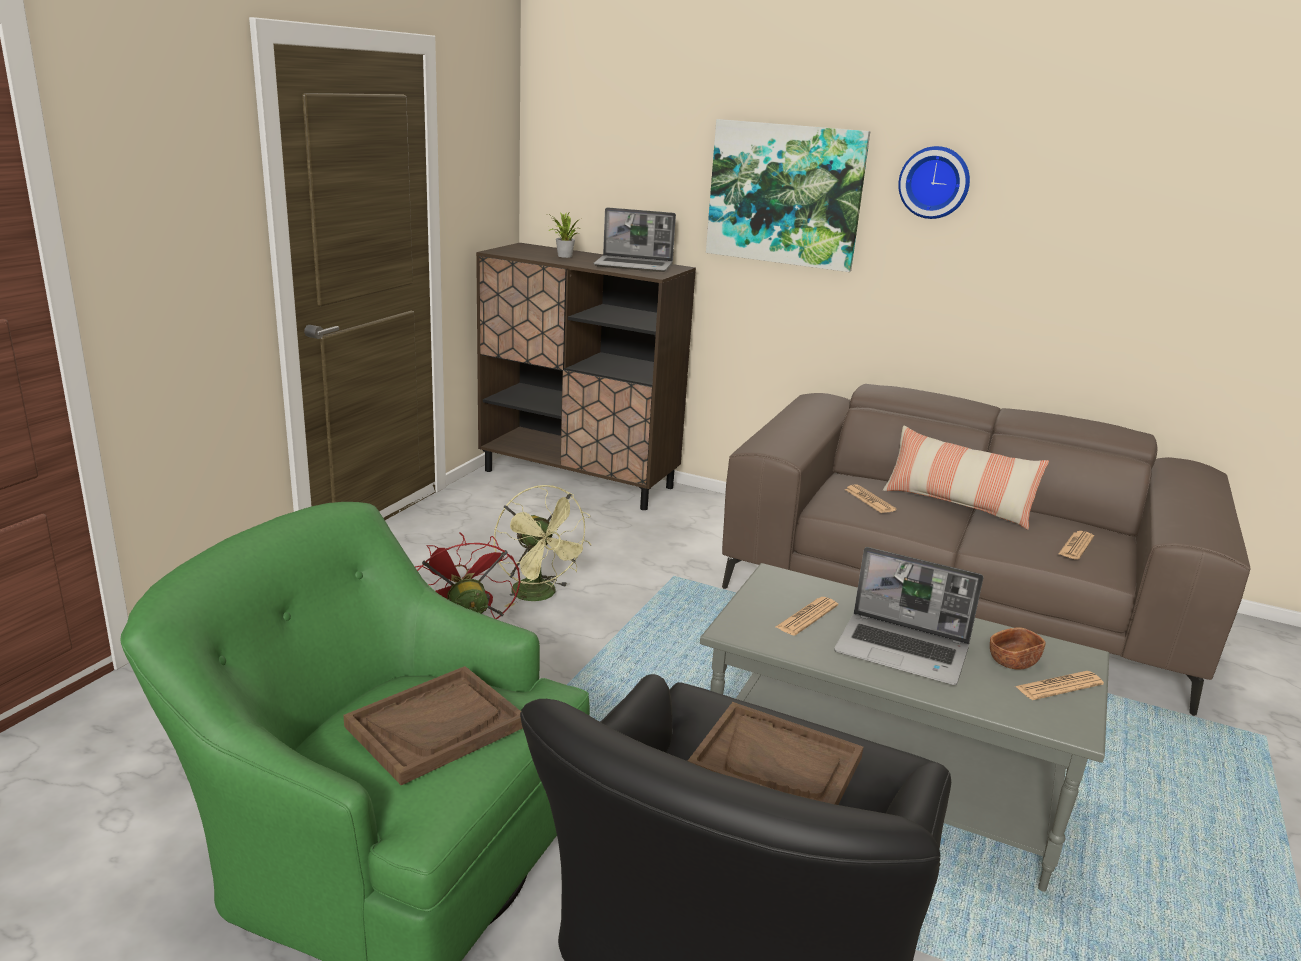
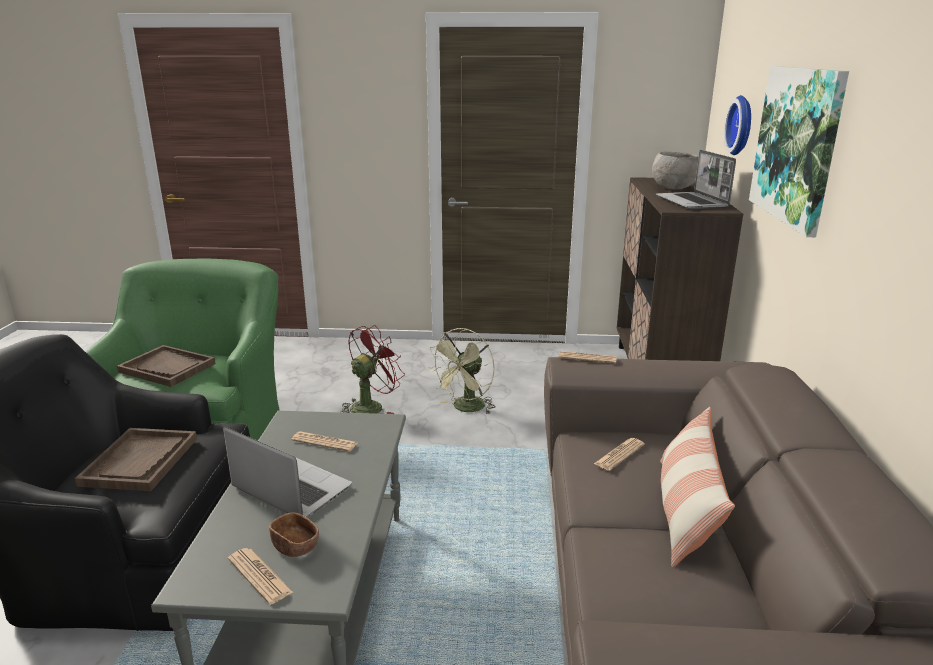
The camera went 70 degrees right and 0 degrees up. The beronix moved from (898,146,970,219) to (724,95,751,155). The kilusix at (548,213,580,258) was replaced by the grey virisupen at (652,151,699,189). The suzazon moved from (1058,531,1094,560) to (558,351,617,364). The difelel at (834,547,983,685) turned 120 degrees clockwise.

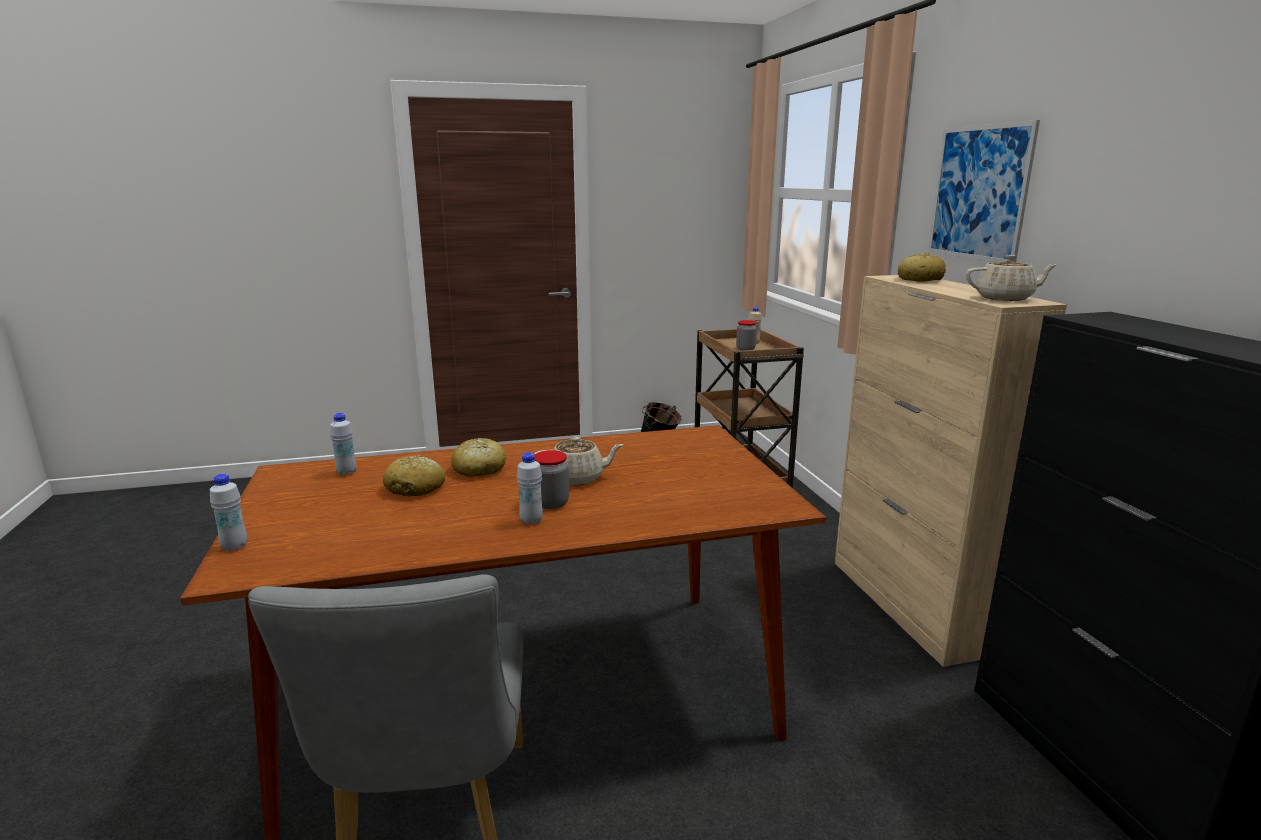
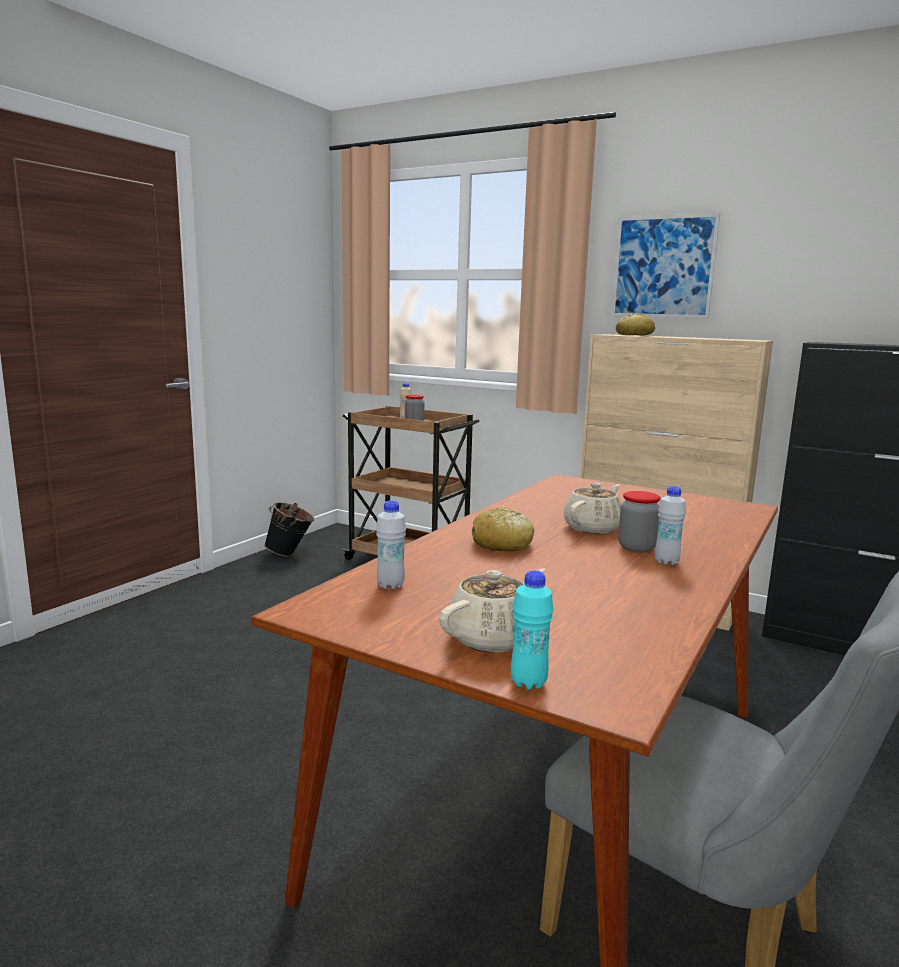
The camera went 45 degrees left and 5 degrees down. The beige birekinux moved from (965,255,1058,301) to (439,568,545,653). The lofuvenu at (383,455,445,497) disappeared. The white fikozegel at (210,474,247,551) became the turquoise fikozegel at (511,571,554,690).

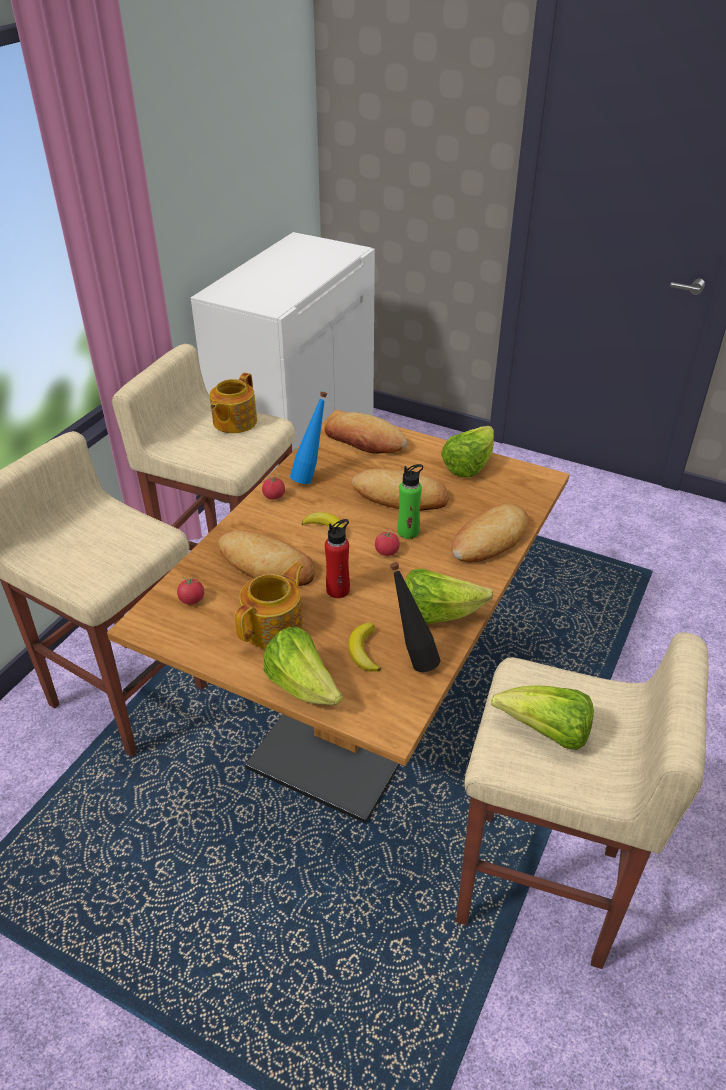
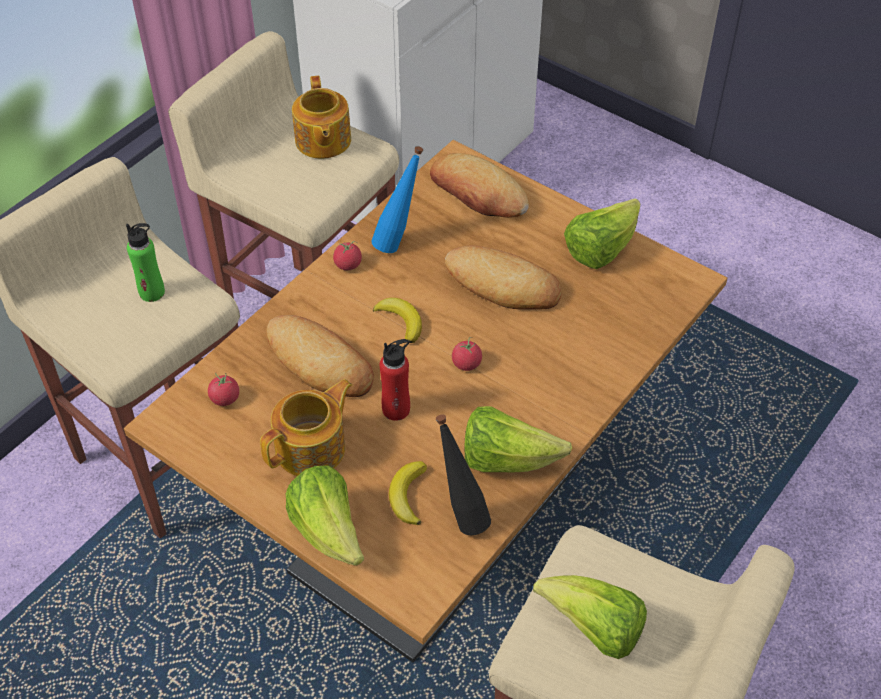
The camera went 10 degrees right and 10 degrees up. The birekinux at (210,373,257,433) turned 45 degrees counterclockwise. The green fikozegel moved from (398,464,423,539) to (126,223,165,302). The lofuvenu at (451,503,529,562) disappeared.

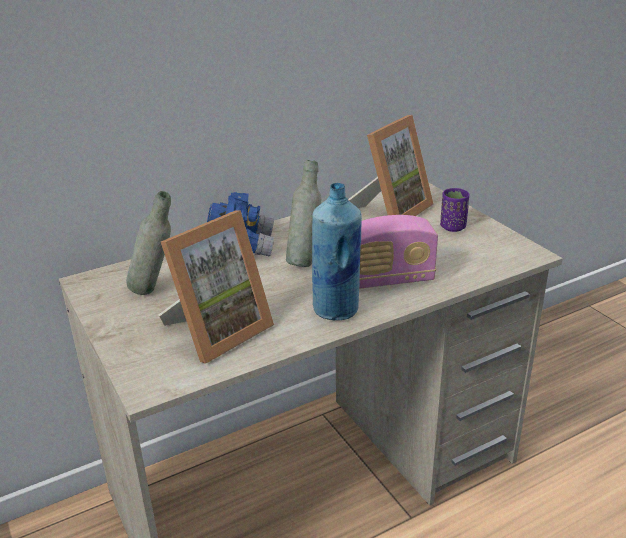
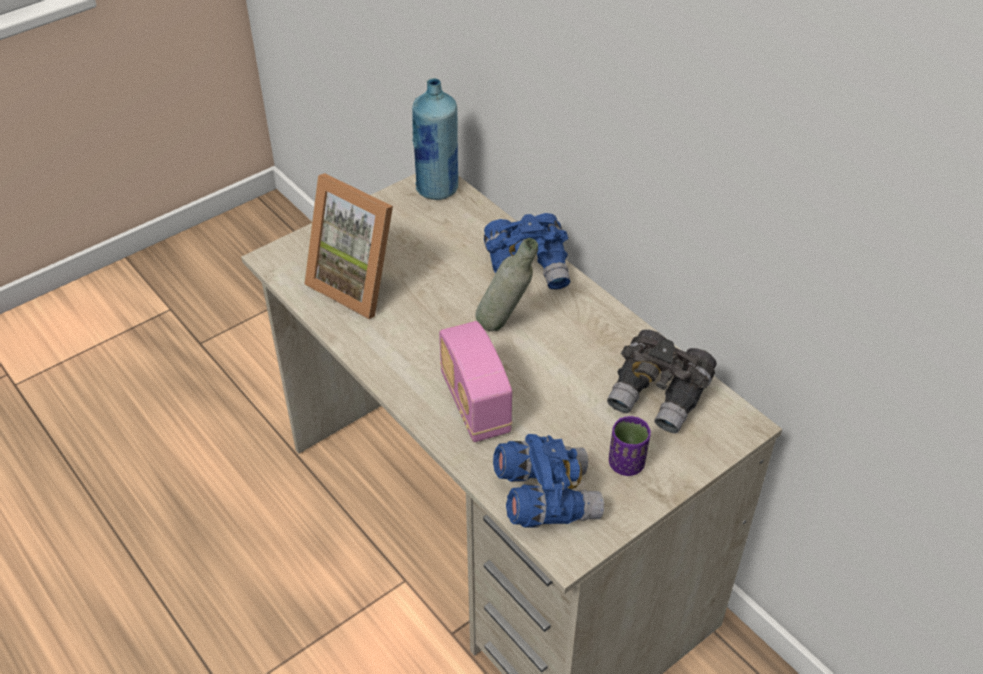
The camera went 80 degrees right and 15 degrees up. The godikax at (348,115,434,216) was replaced by the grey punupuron at (607,329,716,433). The blue fikozegel moved from (312,183,362,320) to (412,78,458,200). The grey fikozegel at (126,191,171,295) disappeared. The blue punupuron at (493,434,604,527) appeared.

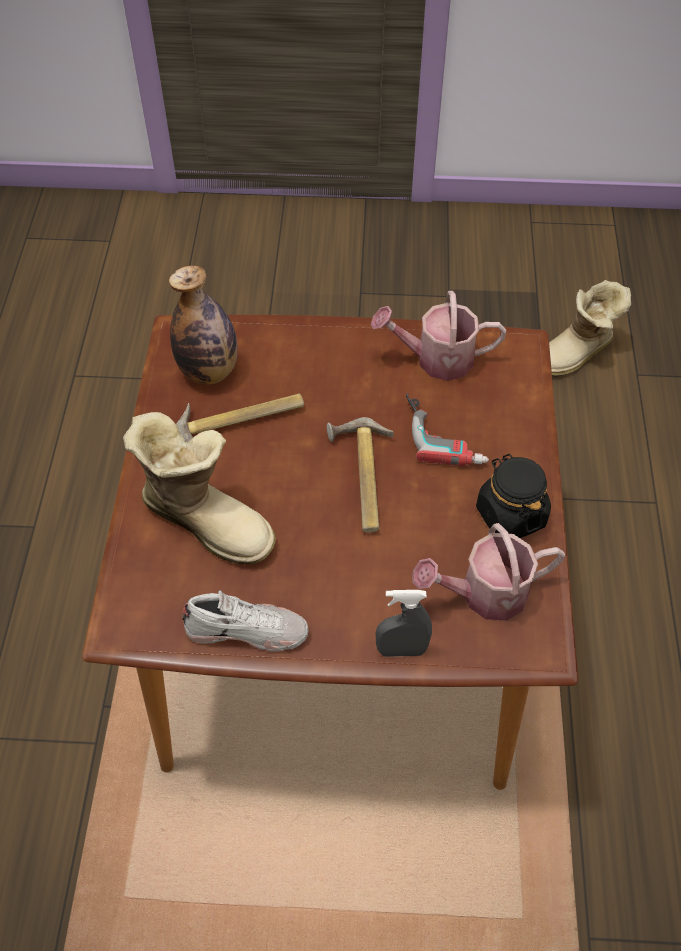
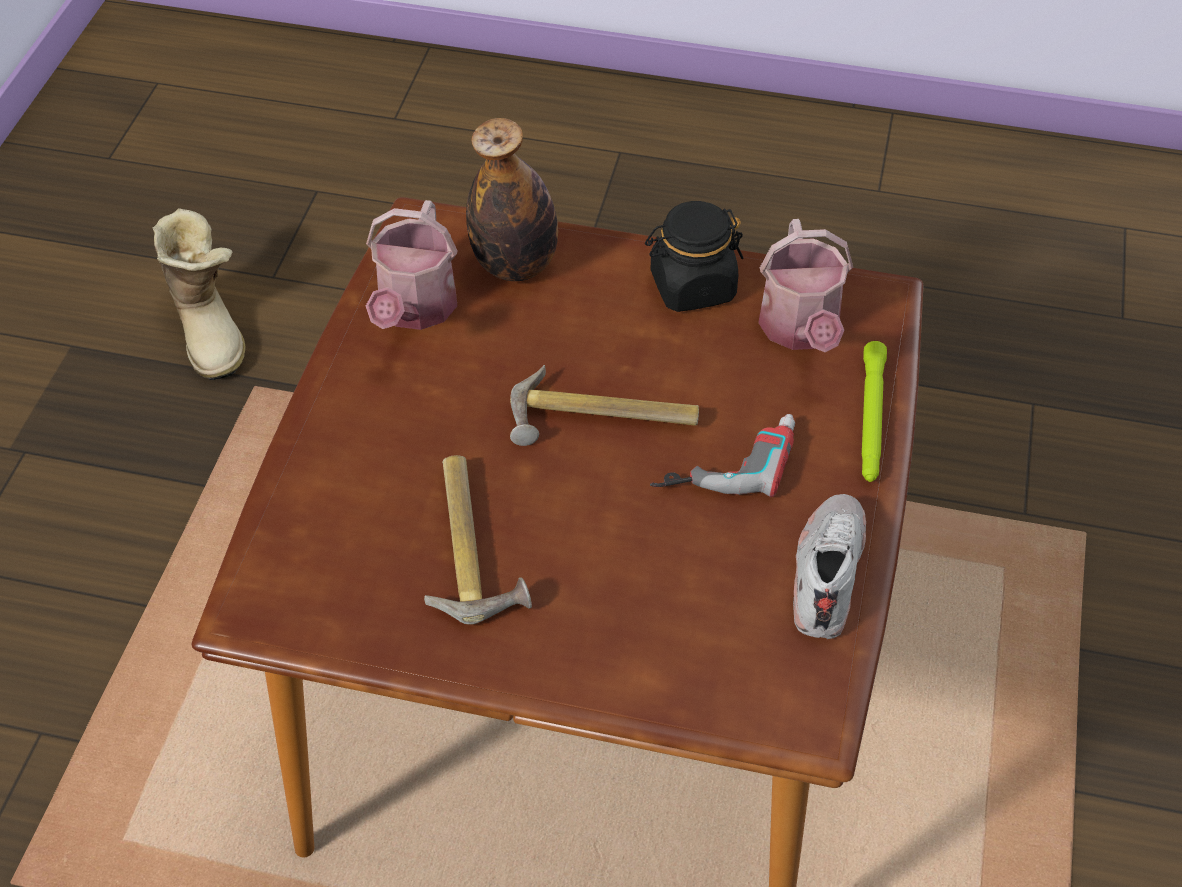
The camera went 80 degrees left and 5 degrees down. The fikozegel moved from (169,265,237,385) to (466,118,558,281). The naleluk moved from (406,393,489,466) to (650,414,795,497). The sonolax at (123,412,276,564) disappeared. The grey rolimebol at (376,590,432,657) was replaced by the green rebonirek at (862,341,887,482).

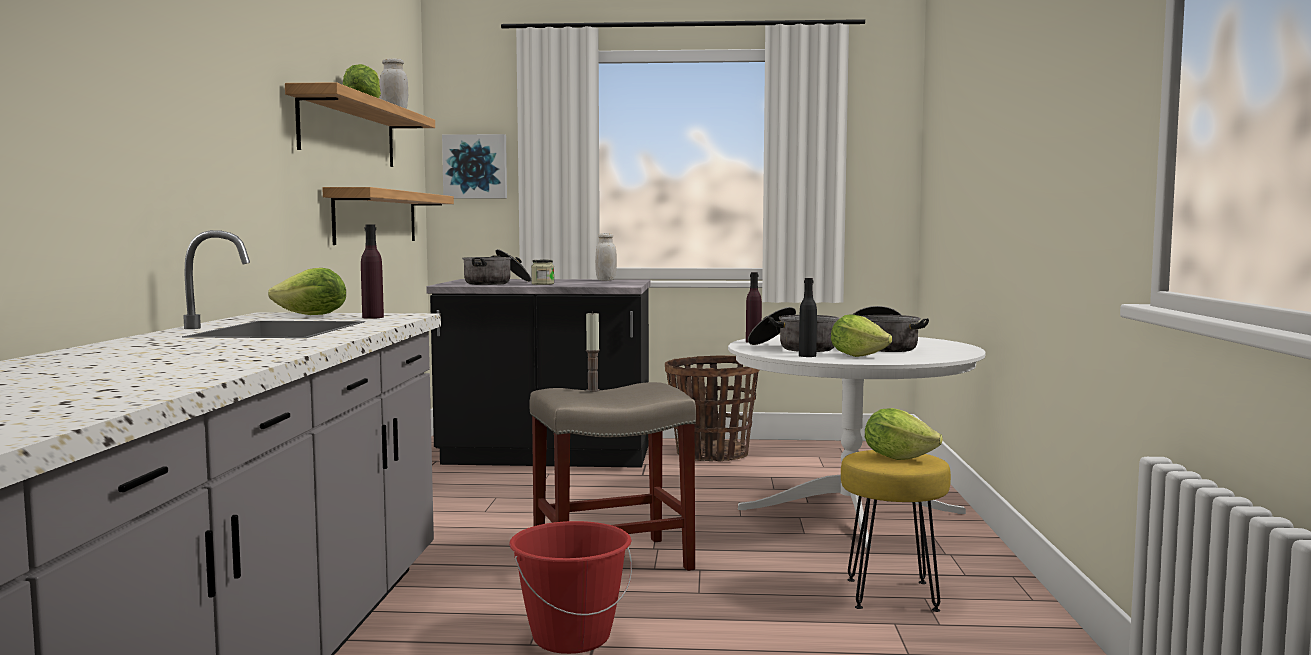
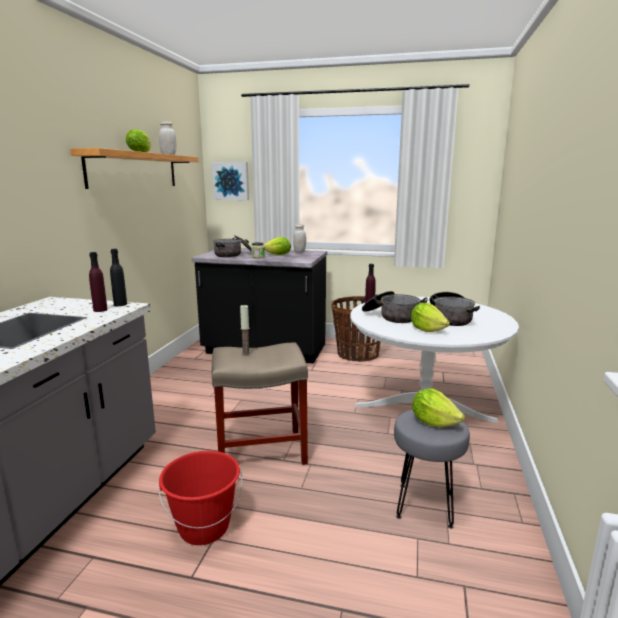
The camera went 10 degrees right and 10 degrees up. The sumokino at (322,187,454,245) disappeared. The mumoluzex moved from (268,268,346,315) to (263,237,291,255). The black fikozegel moved from (799,278,817,357) to (110,249,127,306). The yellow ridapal at (841,450,951,612) became the grey ridapal at (394,410,470,529).

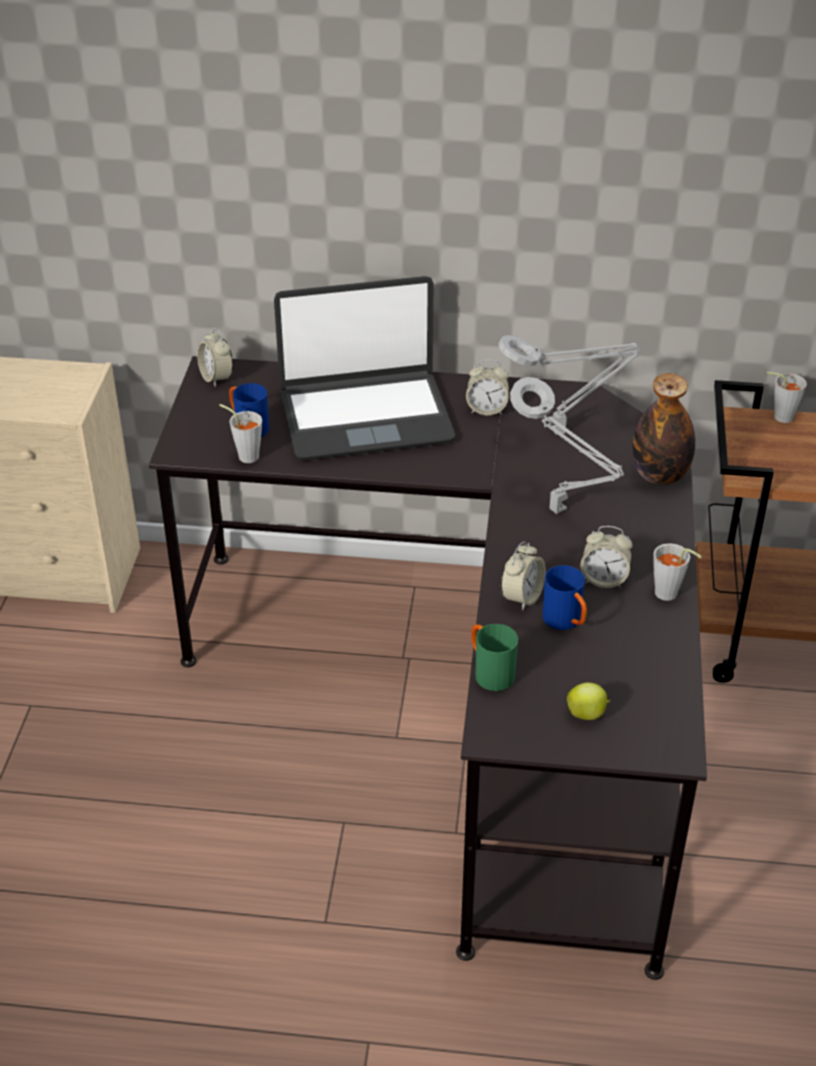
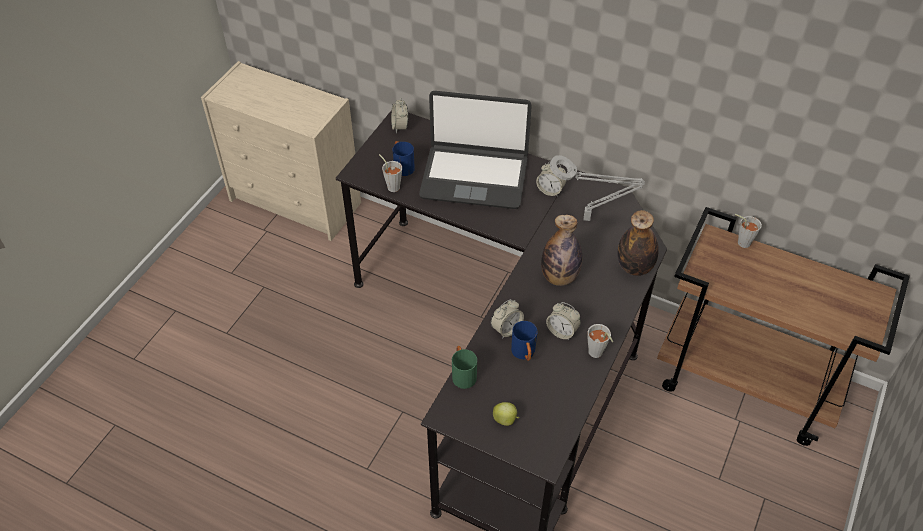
The camera went 20 degrees right and 10 degrees up. The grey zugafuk at (510,377,624,514) was replaced by the fikozegel at (541,215,582,286).

